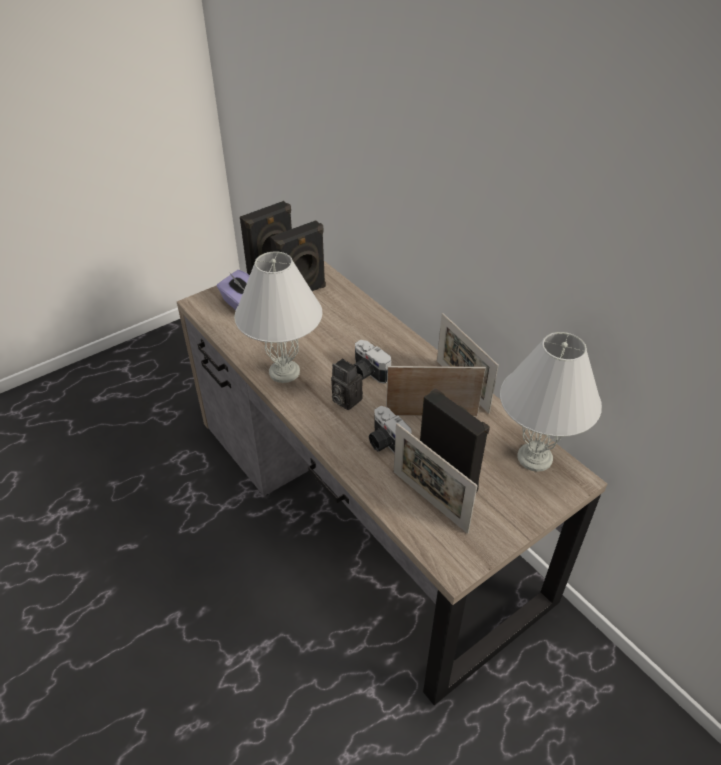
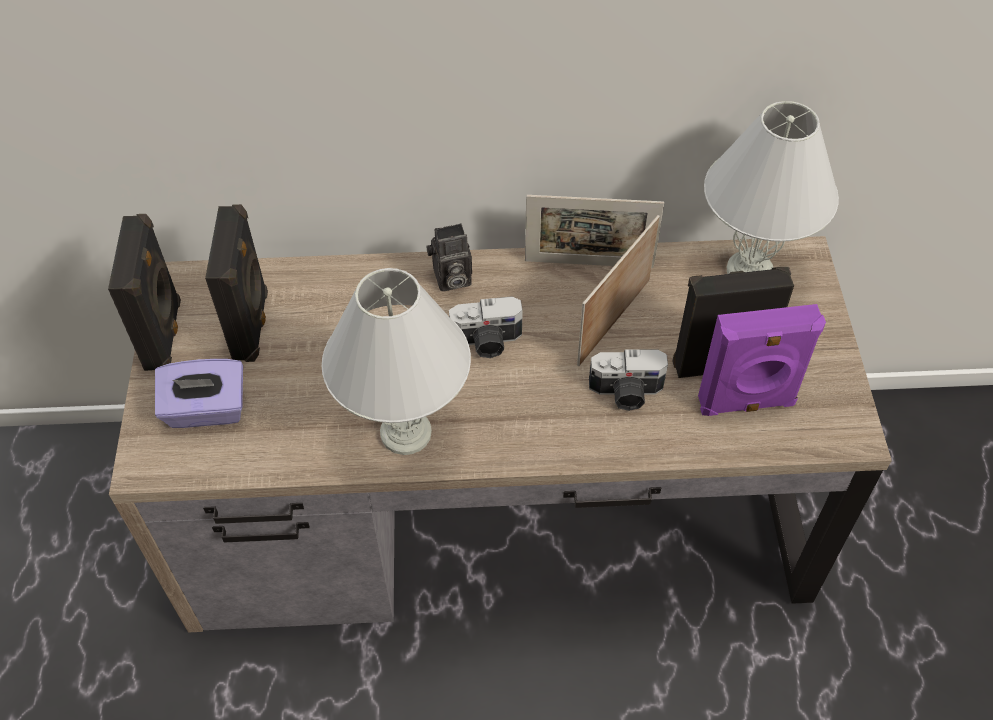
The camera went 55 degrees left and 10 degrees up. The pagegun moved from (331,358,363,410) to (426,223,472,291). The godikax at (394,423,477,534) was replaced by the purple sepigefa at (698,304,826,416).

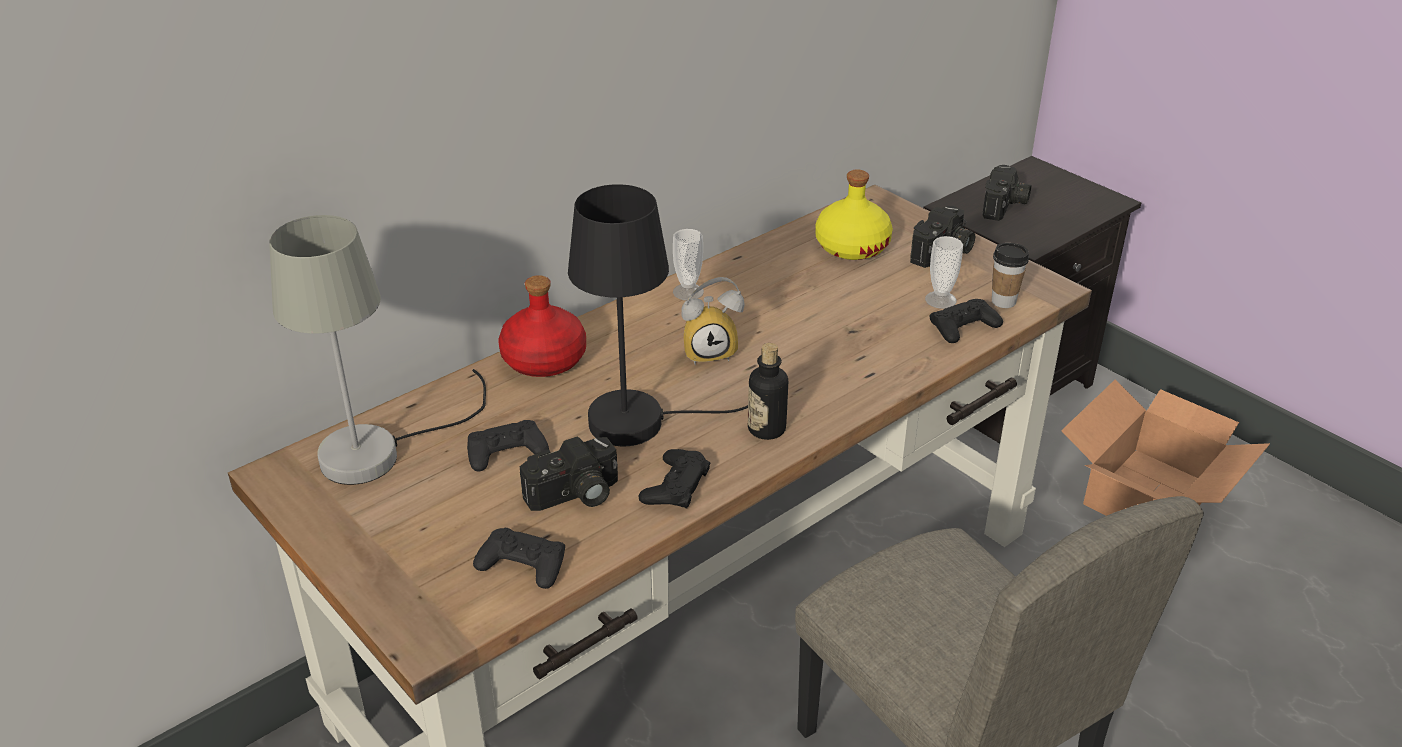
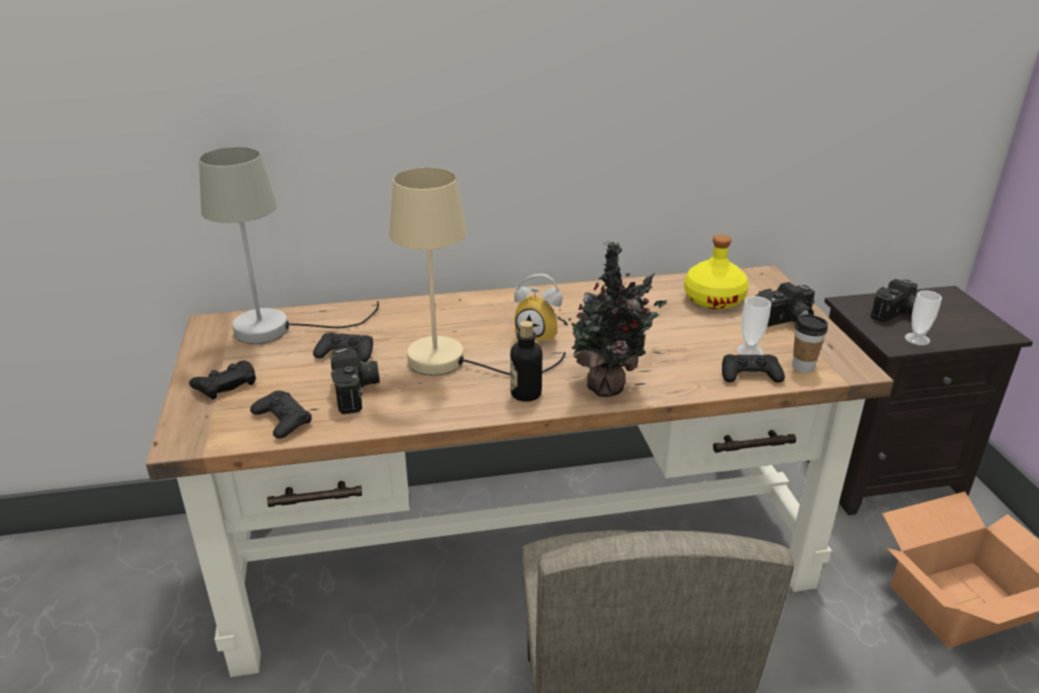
The camera went 30 degrees right and 5 degrees down. The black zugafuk at (568,184,748,446) became the beige zugafuk at (389,168,566,375). The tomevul moved from (673,229,704,300) to (905,291,942,345). The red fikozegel at (499,275,586,377) disappeared. The pagegun at (520,436,618,511) turned 105 degrees counterclockwise. The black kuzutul moved from (638,449,711,509) to (189,361,256,399). The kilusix at (557,242,667,397) appeared.

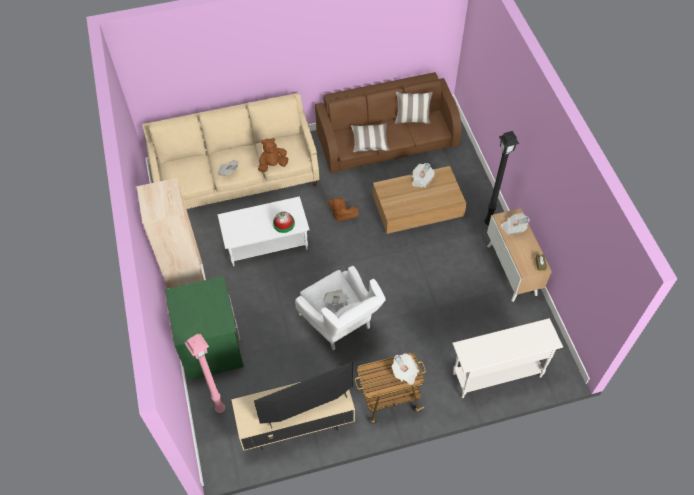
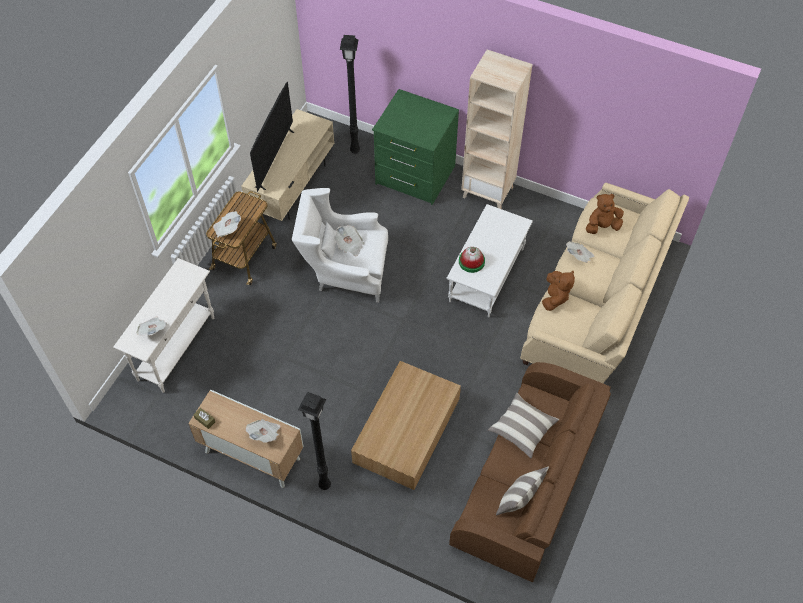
The camera went 130 degrees right and 0 degrees up. The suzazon moved from (412,163,435,188) to (136,316,167,336). The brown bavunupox moved from (328,197,359,222) to (586,194,624,234). The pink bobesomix at (185,334,225,413) became the black bobesomix at (340,35,360,154).

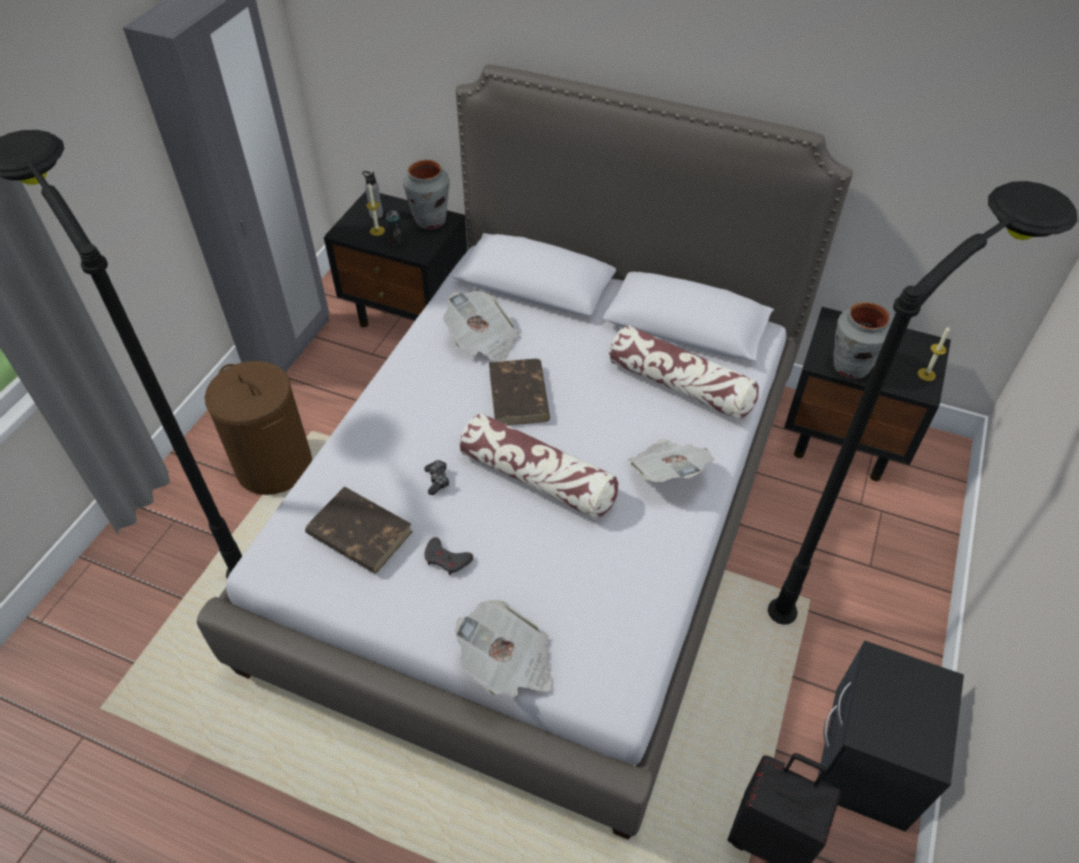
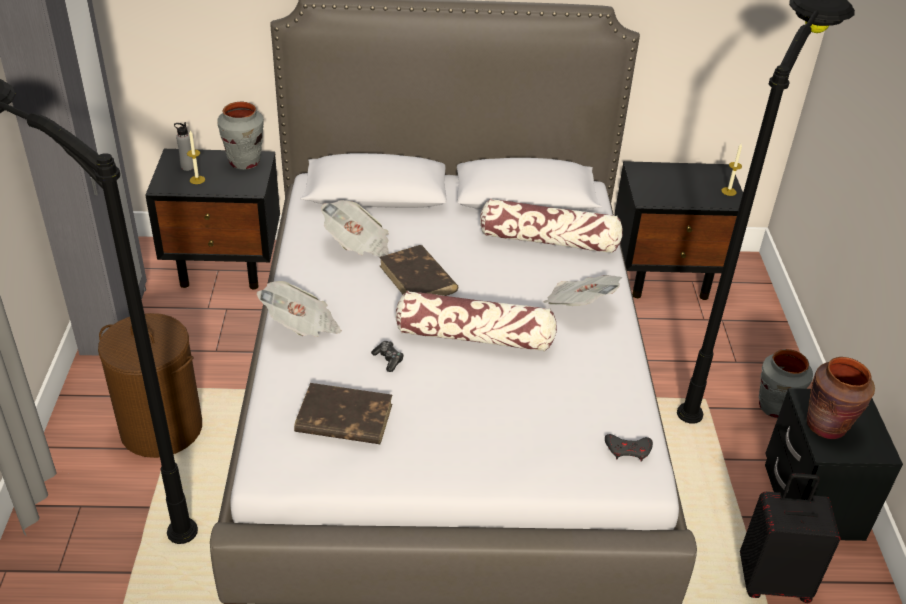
The camera went 25 degrees left and 10 degrees down. The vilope at (385,210,403,245) disappeared. The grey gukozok moved from (833,302,892,379) to (759,349,813,418). The grey kuzutul moved from (424,537,473,575) to (605,434,653,462). The suzazon moved from (455,600,552,697) to (257,281,342,337). The brown gukozok at (807,357,875,439) appeared.

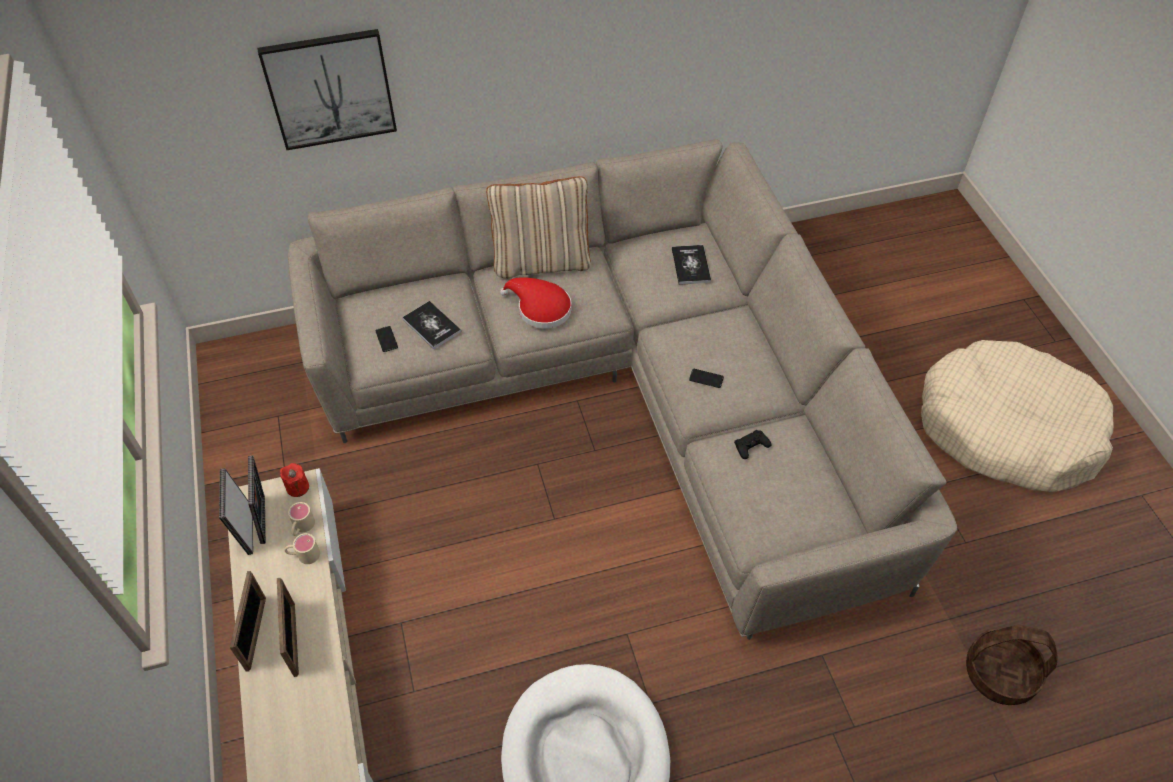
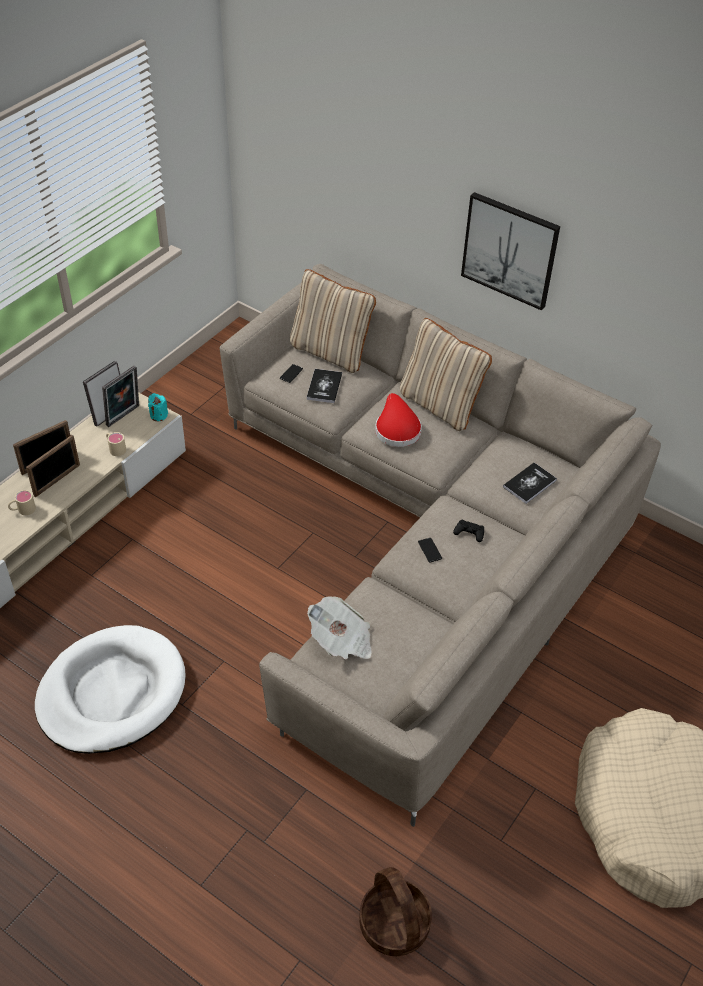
The camera went 50 degrees right and 5 degrees down. The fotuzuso moved from (257,29,397,150) to (461,192,560,311). The black kuzutul moved from (734,430,772,459) to (453,520,484,542). The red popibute at (280,463,309,497) became the turquoise popibute at (148,393,168,421). The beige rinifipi moved from (288,502,315,536) to (8,490,36,515). The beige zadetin at (290,269,376,373) appeared. The suzazon at (307,596,372,659) appeared.

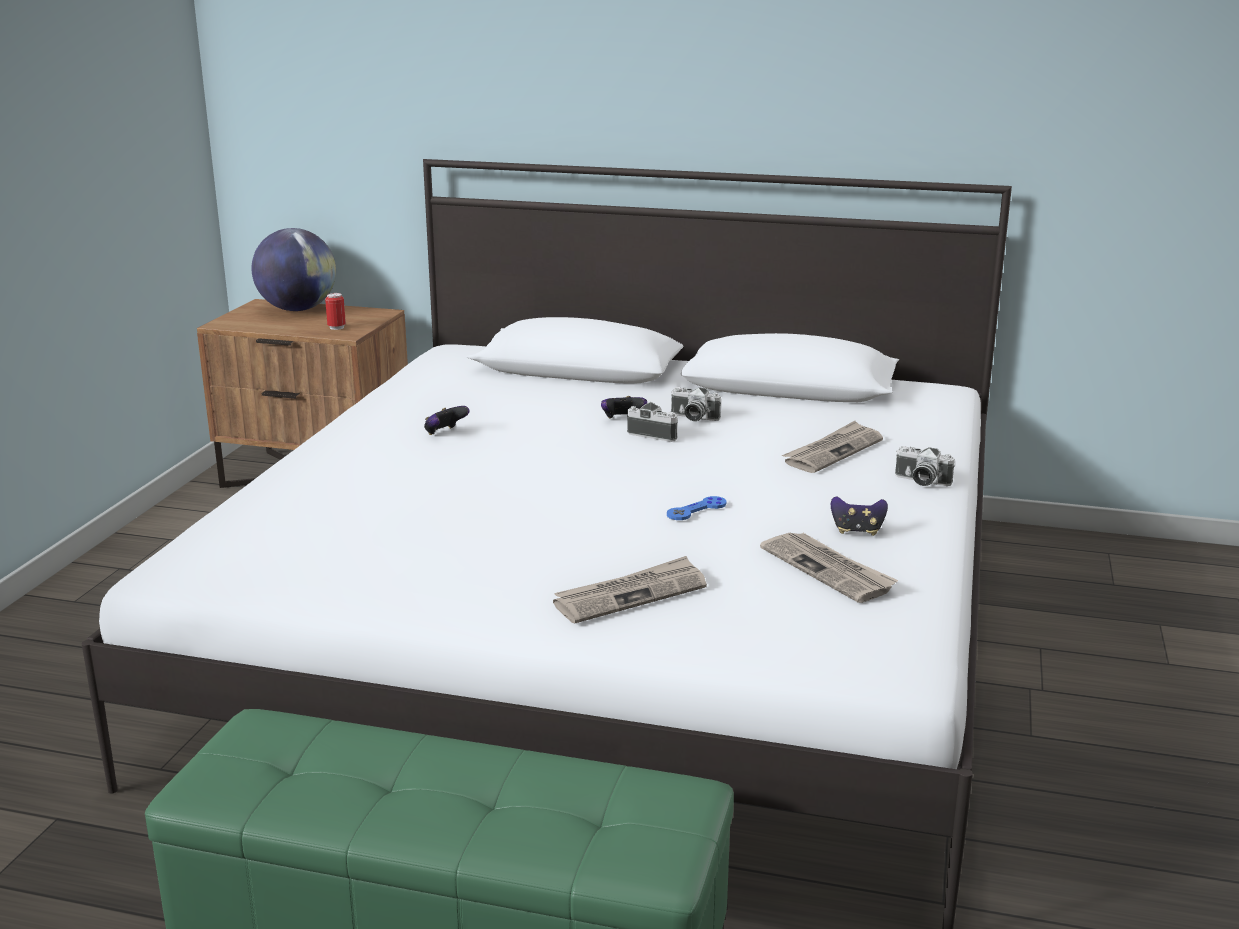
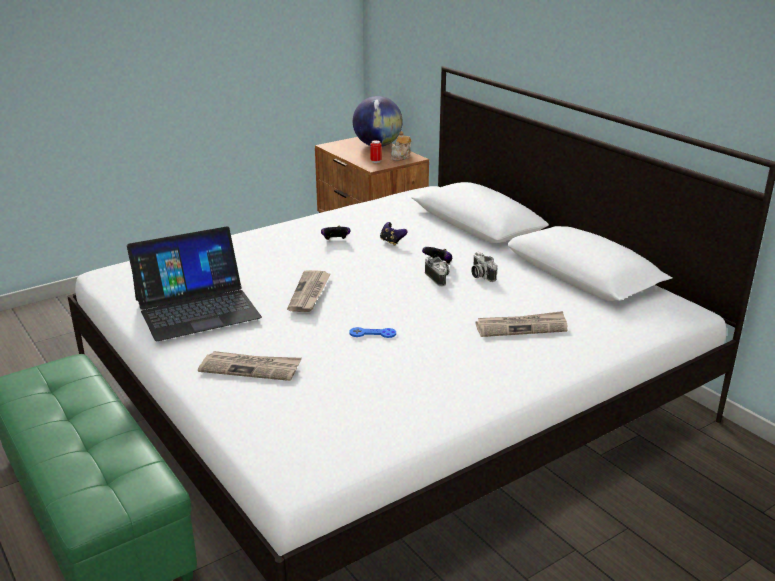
The camera went 40 degrees right and 5 degrees up. The pagegun at (895,446,955,486) disappeared. The kuzutul moved from (831,496,888,536) to (380,222,408,246). The suzazon moved from (760,533,898,603) to (287,270,330,312). The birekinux at (391,131,412,161) appeared. The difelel at (127,226,262,341) appeared.

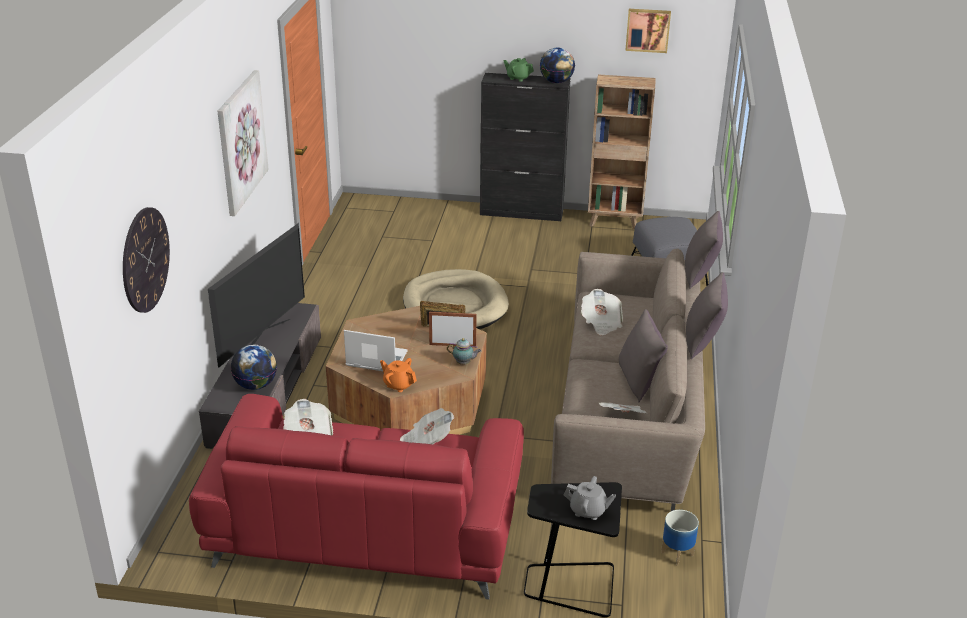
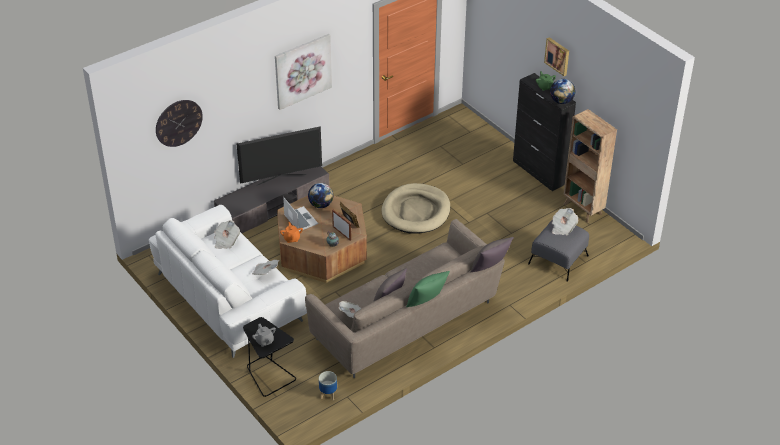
The camera went 45 degrees right and 10 degrees up. The fotuzuso moved from (625,9,671,53) to (544,37,569,76). The grey zadetin at (686,272,728,359) became the green zadetin at (406,271,450,307). The suzazon moved from (581,289,623,335) to (552,208,578,235). The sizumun moved from (231,345,277,390) to (308,183,334,208). The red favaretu at (189,394,524,600) became the white favaretu at (149,205,307,358).

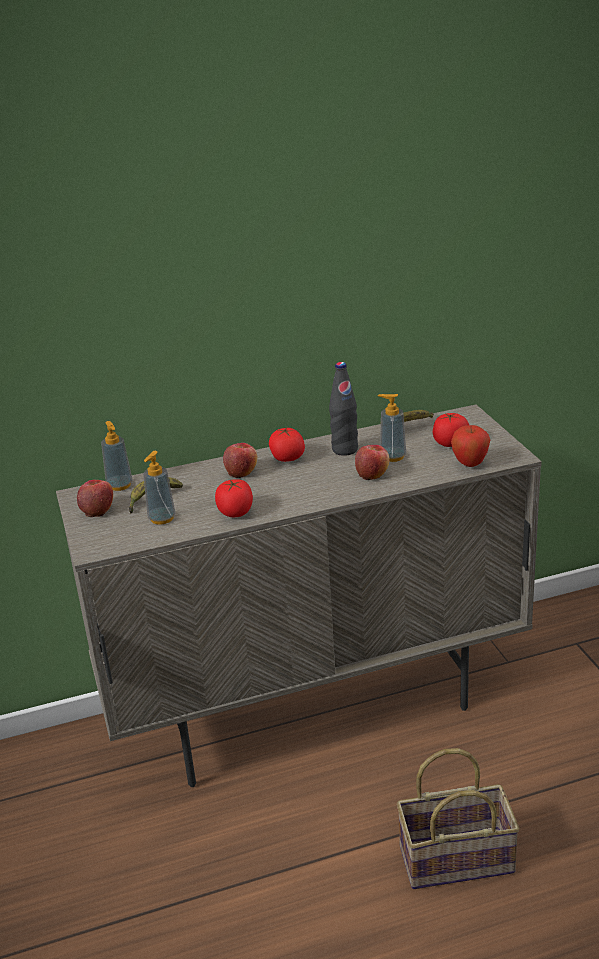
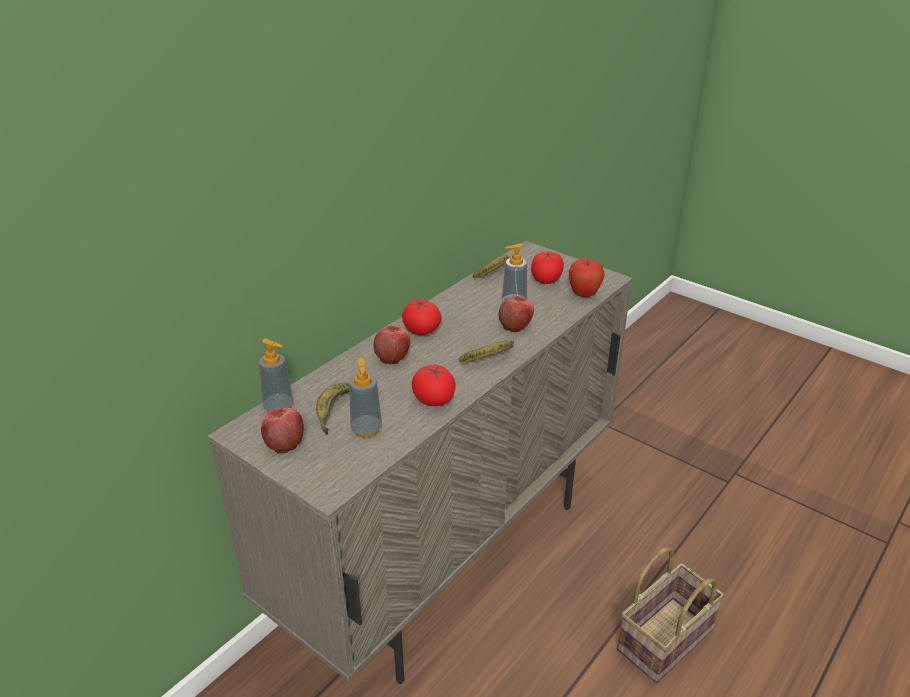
The camera went 35 degrees left and 5 degrees up. The black fikozegel at (329,362,358,456) disappeared. The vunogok at (459,340,514,362) appeared.

